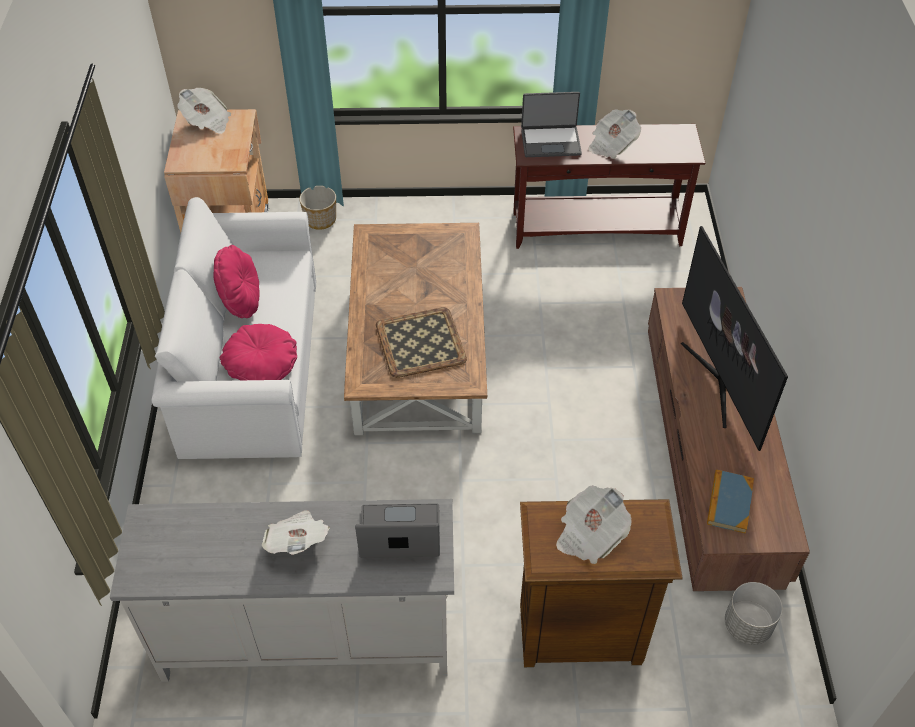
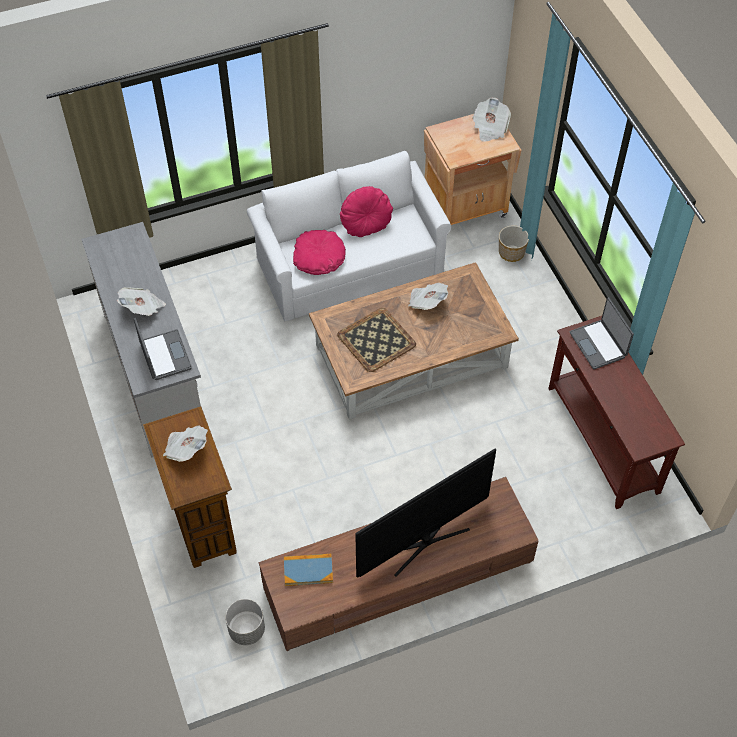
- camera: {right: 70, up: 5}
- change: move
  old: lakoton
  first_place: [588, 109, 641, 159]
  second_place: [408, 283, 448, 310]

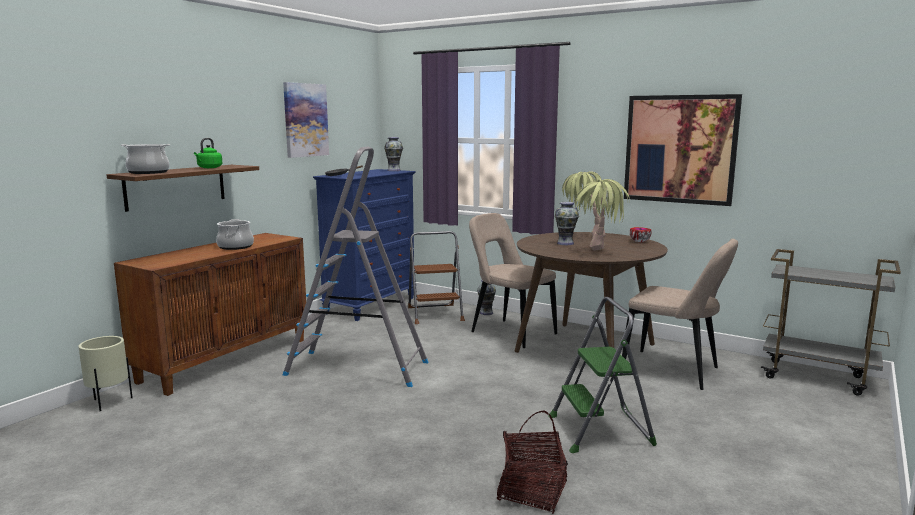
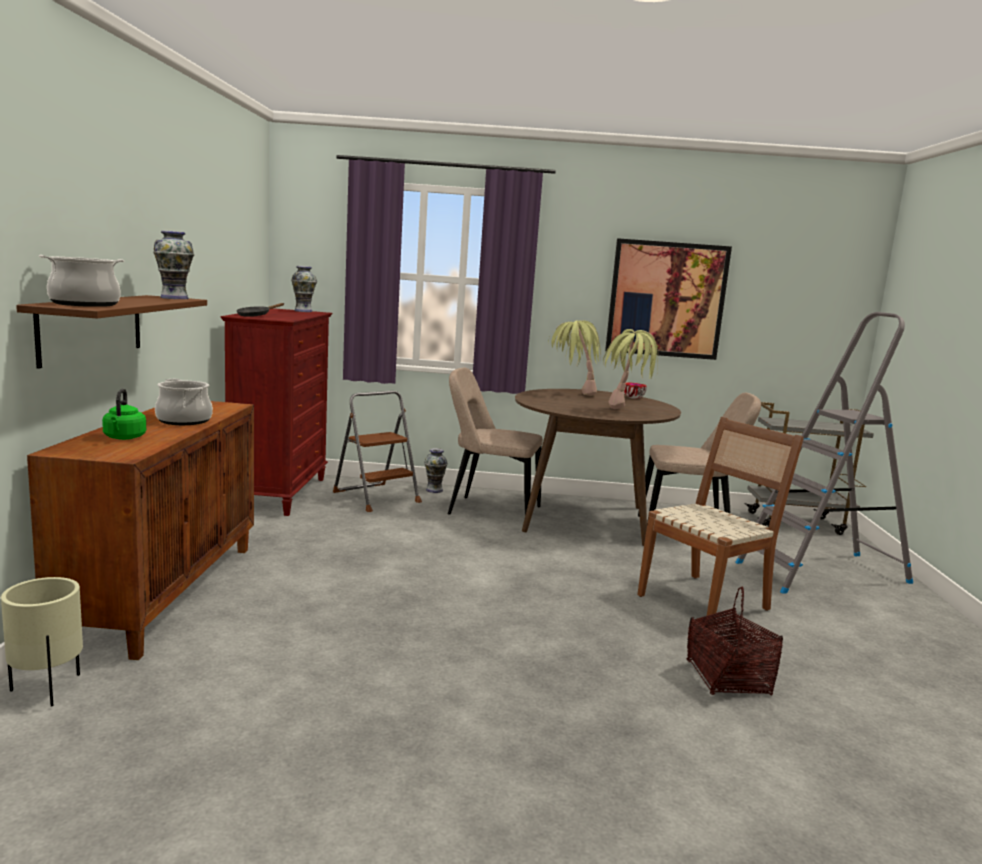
- camera: {right: -30, up: 0}
- change: move
  old: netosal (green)
  first_place: [194, 138, 222, 168]
  second_place: [102, 389, 146, 440]
- change: move
  old: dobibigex
  first_place: [555, 202, 579, 245]
  second_place: [153, 230, 194, 299]
- change: recolor
  old: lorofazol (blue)
  new: lorofazol (red)
  first_place: [313, 169, 416, 321]
  second_place: [221, 308, 332, 516]
- change: replace
  old: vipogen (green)
  new: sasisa
  first_place: [548, 297, 657, 453]
  second_place: [637, 417, 804, 628]
- change: move
  old: vipogen (grey)
  first_place: [283, 147, 429, 387]
  second_place: [735, 312, 913, 594]
- change: delete
  old: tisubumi
  first_place: [283, 82, 329, 158]

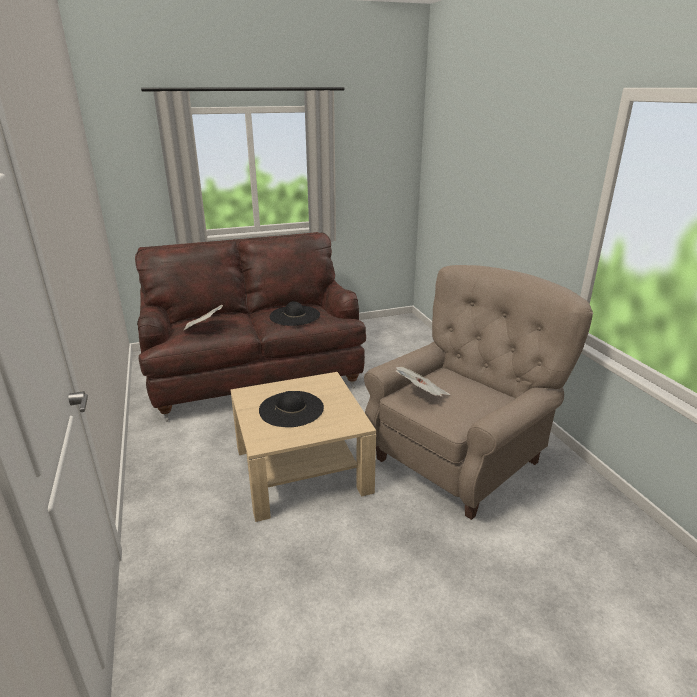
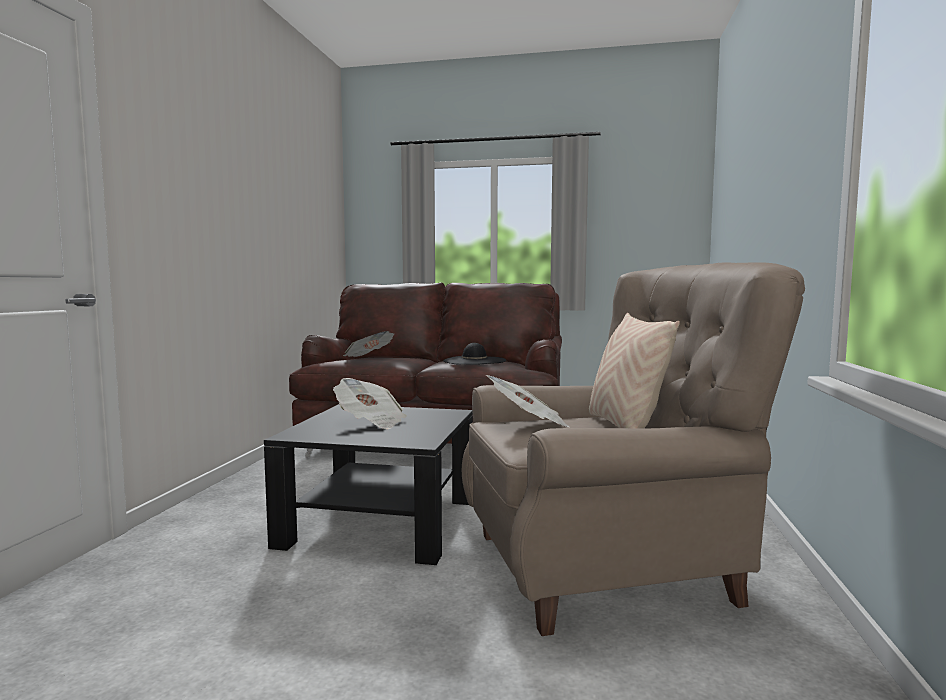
- camera: {right: 30, up: -20}
- change: recolor
  old: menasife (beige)
  new: menasife (black)
  first_place: [231, 372, 376, 522]
  second_place: [264, 404, 473, 565]
- change: replace
  old: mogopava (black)
  new: lakoton
  first_place: [259, 391, 324, 427]
  second_place: [333, 378, 406, 429]
- change: insert
  new: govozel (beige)
  second_place: [589, 313, 680, 428]

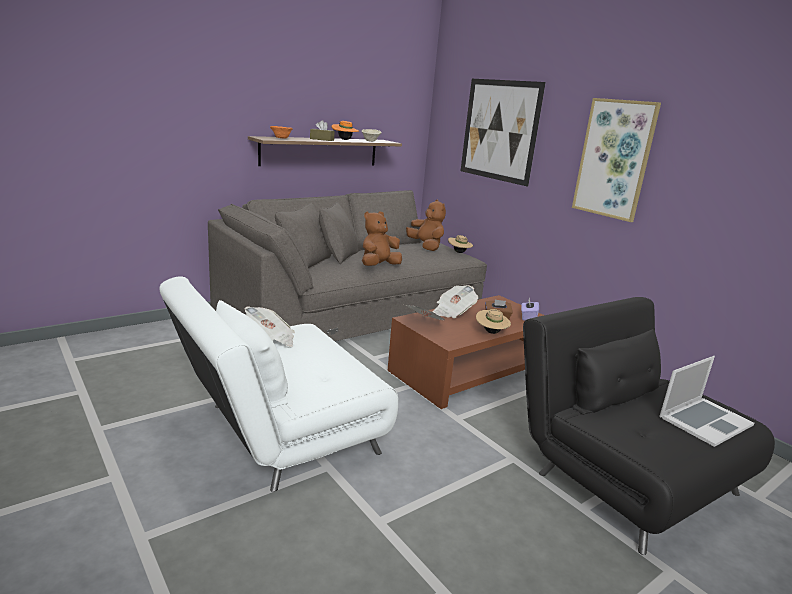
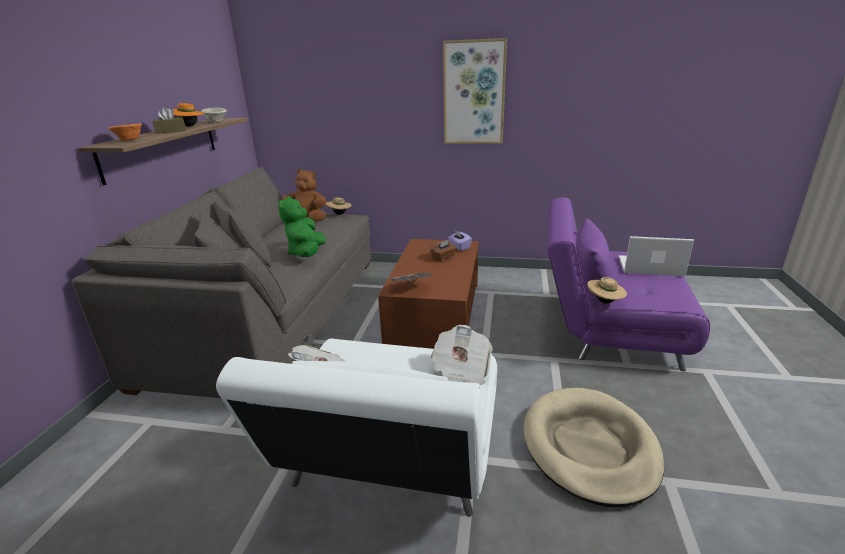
- camera: {right: -40, up: 5}
- change: recolor
  old: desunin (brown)
  new: desunin (green)
  first_place: [362, 211, 402, 266]
  second_place: [278, 196, 326, 257]
- change: move
  old: lakoton
  first_place: [433, 285, 478, 318]
  second_place: [431, 325, 493, 385]
- change: insert
  new: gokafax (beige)
  second_place: [524, 388, 664, 507]
- change: recolor
  old: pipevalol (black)
  new: pipevalol (purple)
  first_place: [523, 297, 775, 555]
  second_place: [548, 197, 710, 371]
- change: move
  old: mogopava (beige)
  first_place: [476, 309, 511, 334]
  second_place: [587, 277, 627, 304]
- change: rotate
  old: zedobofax
  first_place: [659, 356, 754, 447]
  second_place: [619, 236, 694, 277]
  degrees: -90
- change: delete
  old: tisubumi
  first_place: [461, 79, 546, 187]

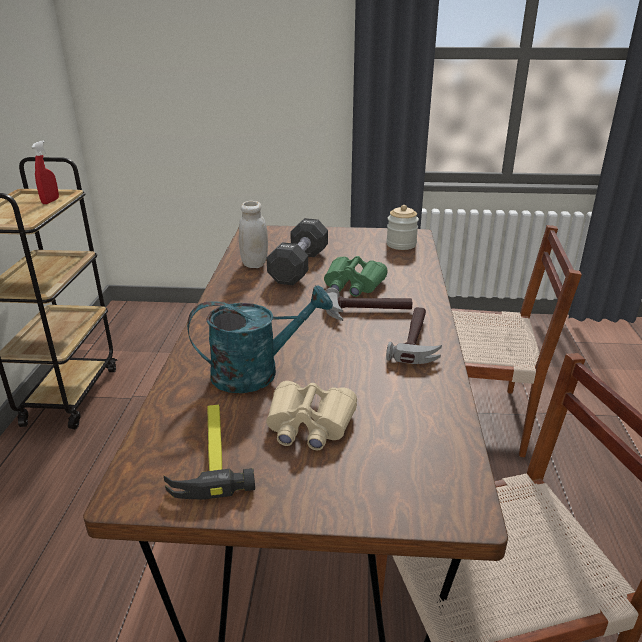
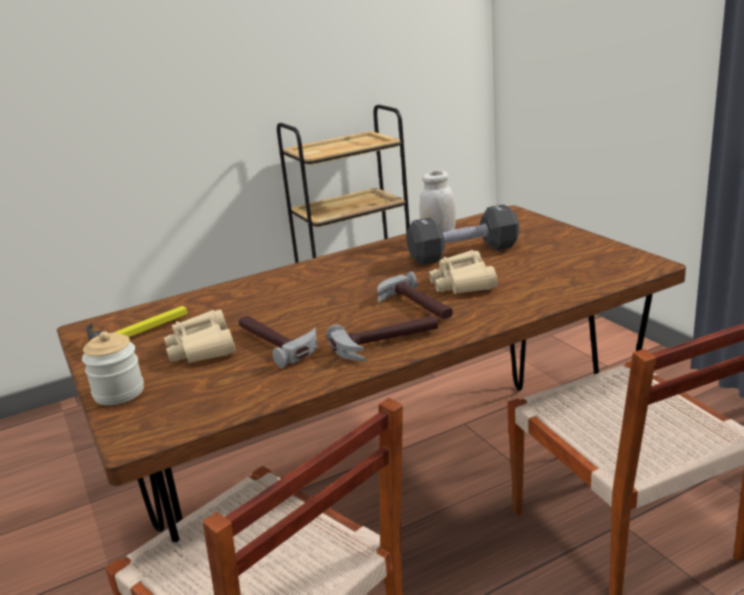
- camera: {right: 60, up: -5}
- change: move
  old: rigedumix
  first_place: [386, 205, 419, 250]
  second_place: [82, 331, 144, 405]
- change: insert
  new: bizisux
  second_place: [238, 315, 318, 368]
- change: recolor
  old: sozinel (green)
  new: sozinel (beige)
  first_place: [324, 256, 388, 297]
  second_place: [429, 250, 498, 294]
- change: delete
  old: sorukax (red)
  first_place: [32, 140, 59, 204]
- change: delete
  old: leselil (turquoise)
  first_place: [187, 285, 333, 393]

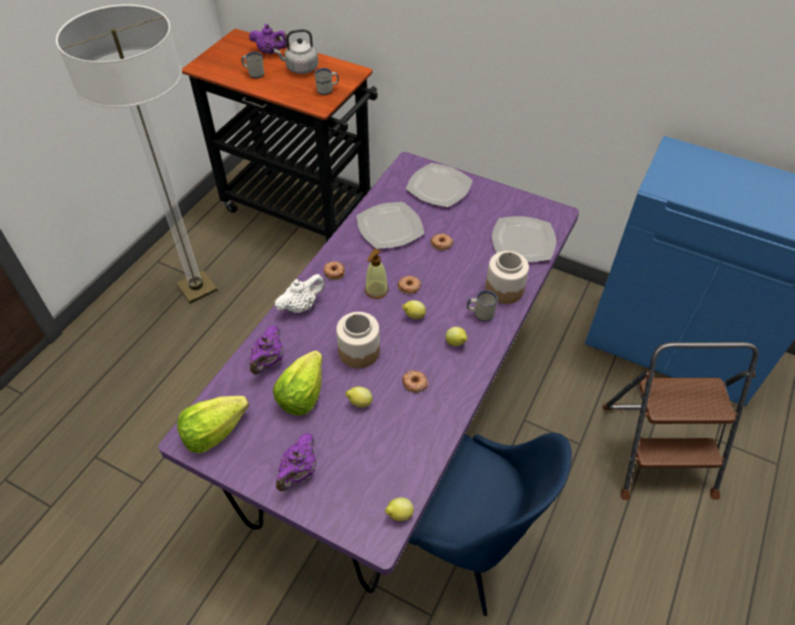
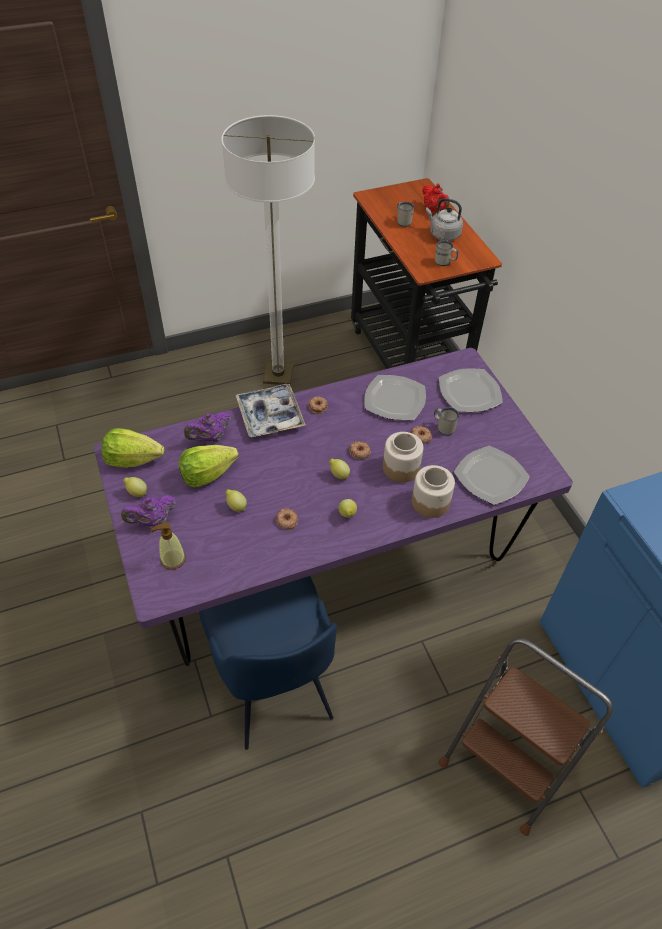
- camera: {right: 40, up: 0}
- change: move
  old: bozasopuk
  first_place: [385, 497, 414, 521]
  second_place: [123, 477, 147, 497]
- change: move
  old: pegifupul
  first_place: [365, 248, 388, 299]
  second_place: [151, 522, 186, 570]
- change: replace
  old: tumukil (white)
  new: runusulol
  first_place: [275, 274, 325, 313]
  second_place: [236, 384, 306, 438]
- change: move
  old: rigedumix
  first_place: [336, 312, 380, 368]
  second_place: [383, 432, 423, 483]
- change: recolor
  old: tumukil (purple)
  new: tumukil (red)
  first_place: [249, 24, 287, 54]
  second_place: [422, 184, 449, 212]
- change: move
  old: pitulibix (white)
  first_place: [467, 290, 498, 322]
  second_place: [434, 407, 459, 435]

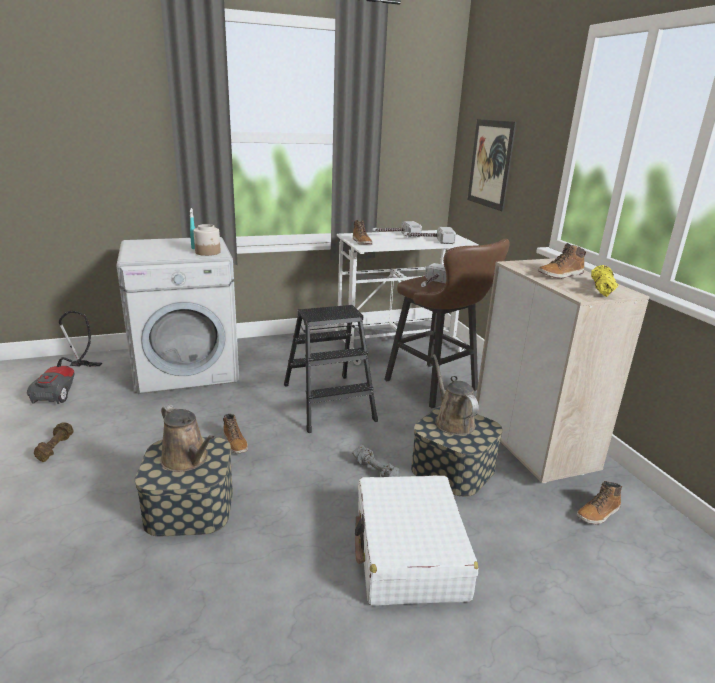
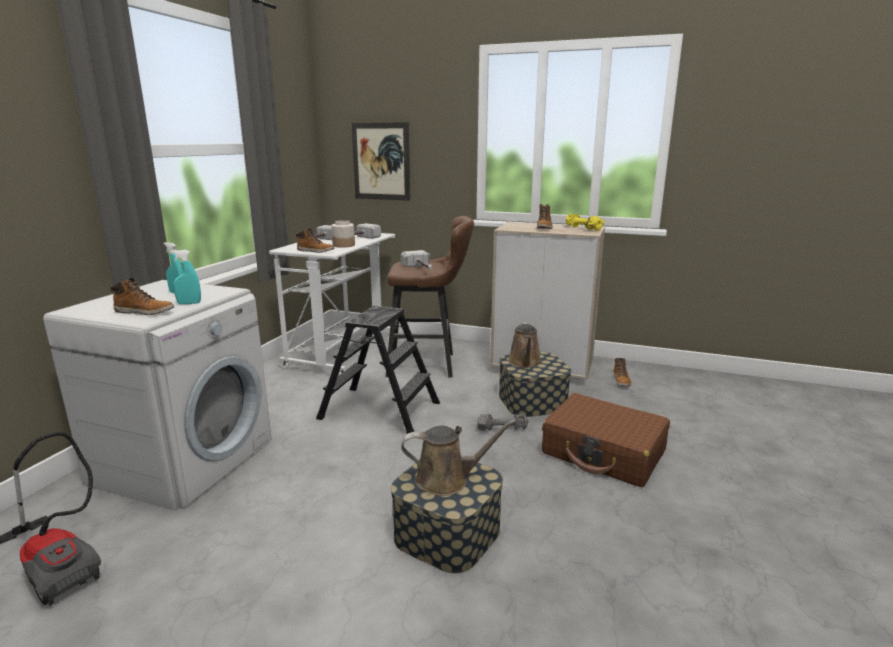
- camera: {right: -50, up: -5}
- change: move
  old: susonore
  first_place: [223, 414, 248, 454]
  second_place: [110, 278, 174, 315]
- change: insert
  new: sorukax (turquoise)
  second_place: [171, 250, 201, 304]
- change: move
  old: rigedumix
  first_place: [193, 224, 221, 256]
  second_place: [331, 220, 355, 248]
- change: rotate
  old: leselil (brown)
  first_place: [433, 354, 479, 435]
  second_place: [508, 322, 542, 368]
  degrees: -105
- change: recolor
  old: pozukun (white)
  new: pozukun (brown)
  first_place: [355, 475, 478, 606]
  second_place: [542, 393, 670, 487]
- change: delete
  old: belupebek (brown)
  first_place: [34, 423, 74, 462]

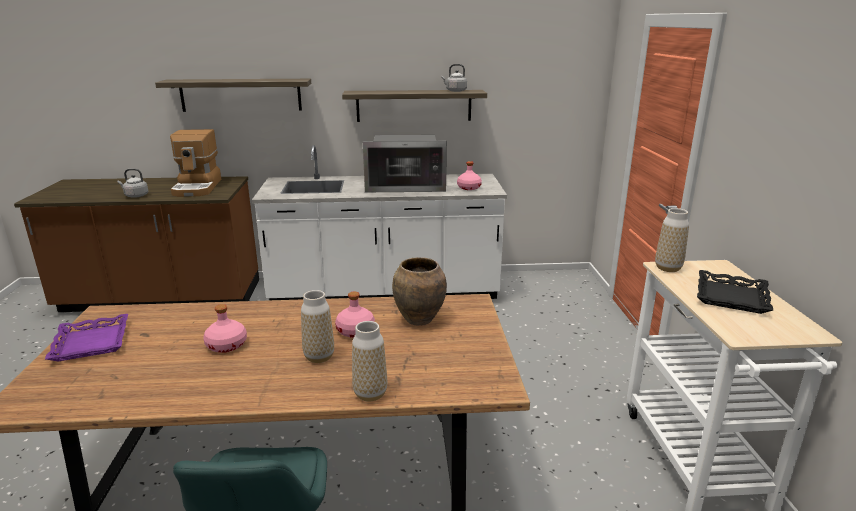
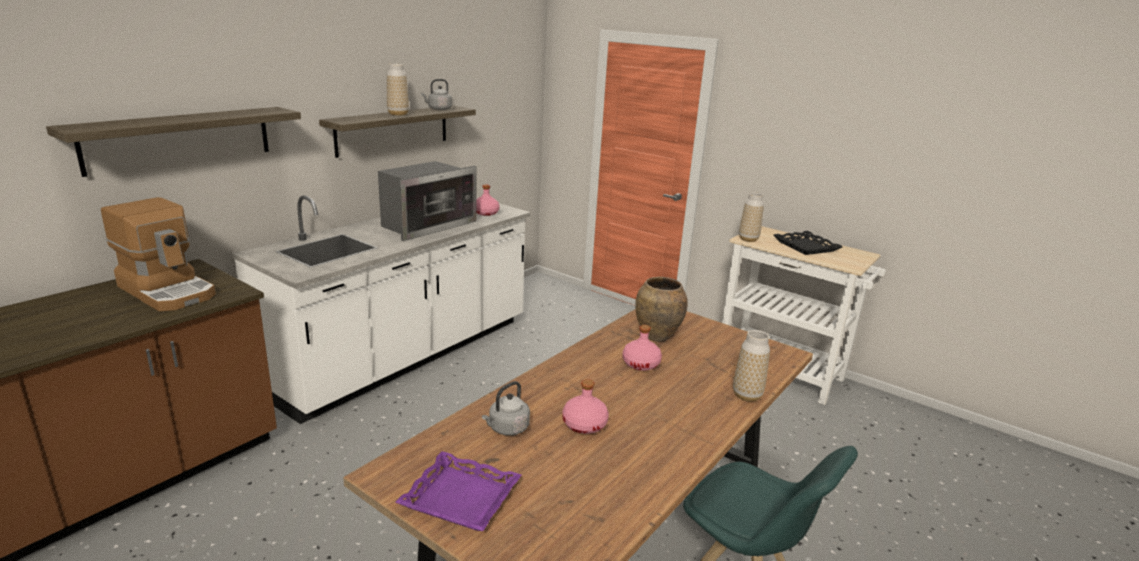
- camera: {right: -50, up: 0}
- change: move
  old: dobibigex
  first_place: [301, 290, 334, 363]
  second_place: [387, 64, 409, 116]
- change: move
  old: netosal (grey)
  first_place: [117, 169, 148, 198]
  second_place: [482, 381, 530, 436]

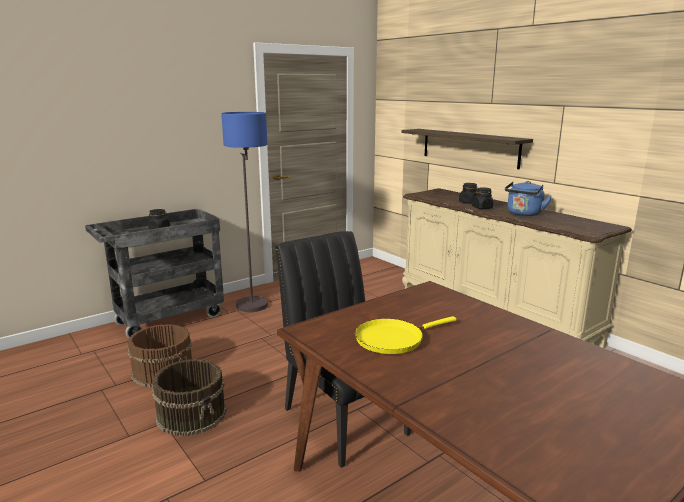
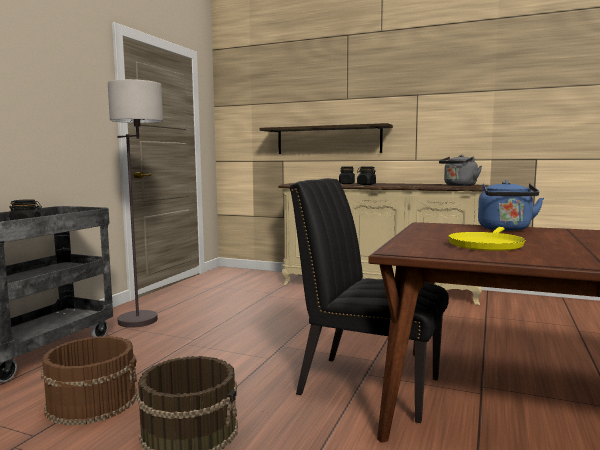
- camera: {right: -30, up: -10}
- change: recolor
  old: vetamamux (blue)
  new: vetamamux (grey)
  first_place: [221, 112, 268, 312]
  second_place: [108, 79, 163, 328]
- change: insert
  new: netosal (grey)
  second_place: [439, 155, 482, 186]
- change: move
  old: netosal (blue)
  first_place: [505, 181, 552, 216]
  second_place: [478, 180, 544, 231]

